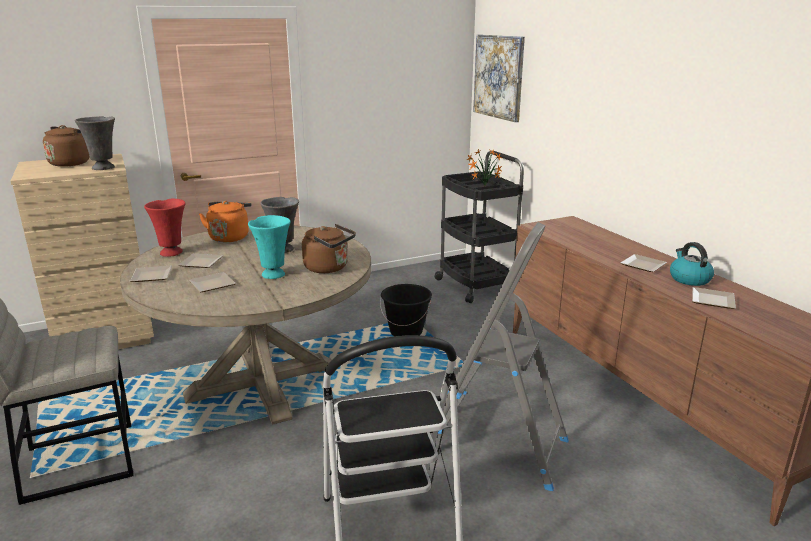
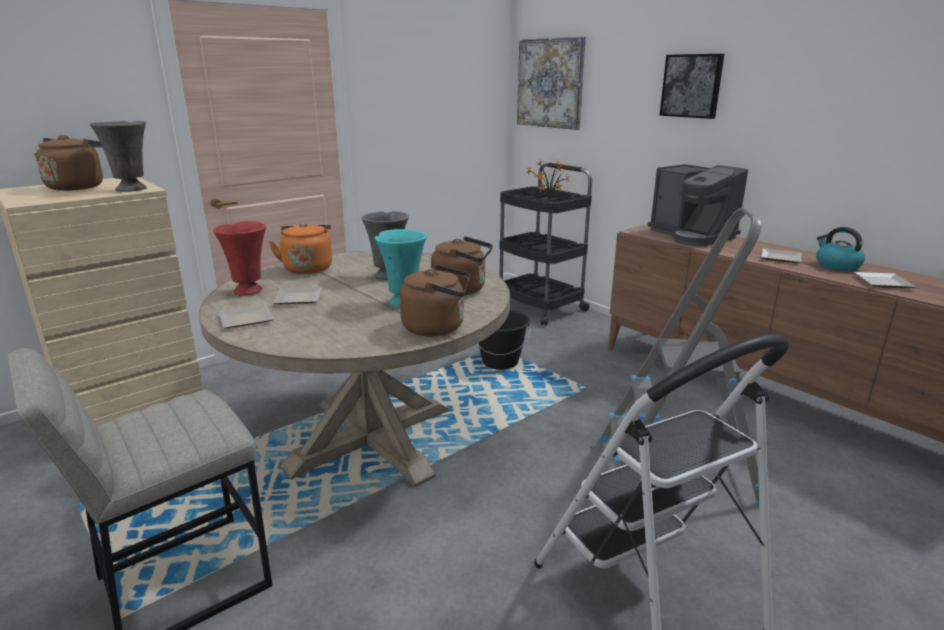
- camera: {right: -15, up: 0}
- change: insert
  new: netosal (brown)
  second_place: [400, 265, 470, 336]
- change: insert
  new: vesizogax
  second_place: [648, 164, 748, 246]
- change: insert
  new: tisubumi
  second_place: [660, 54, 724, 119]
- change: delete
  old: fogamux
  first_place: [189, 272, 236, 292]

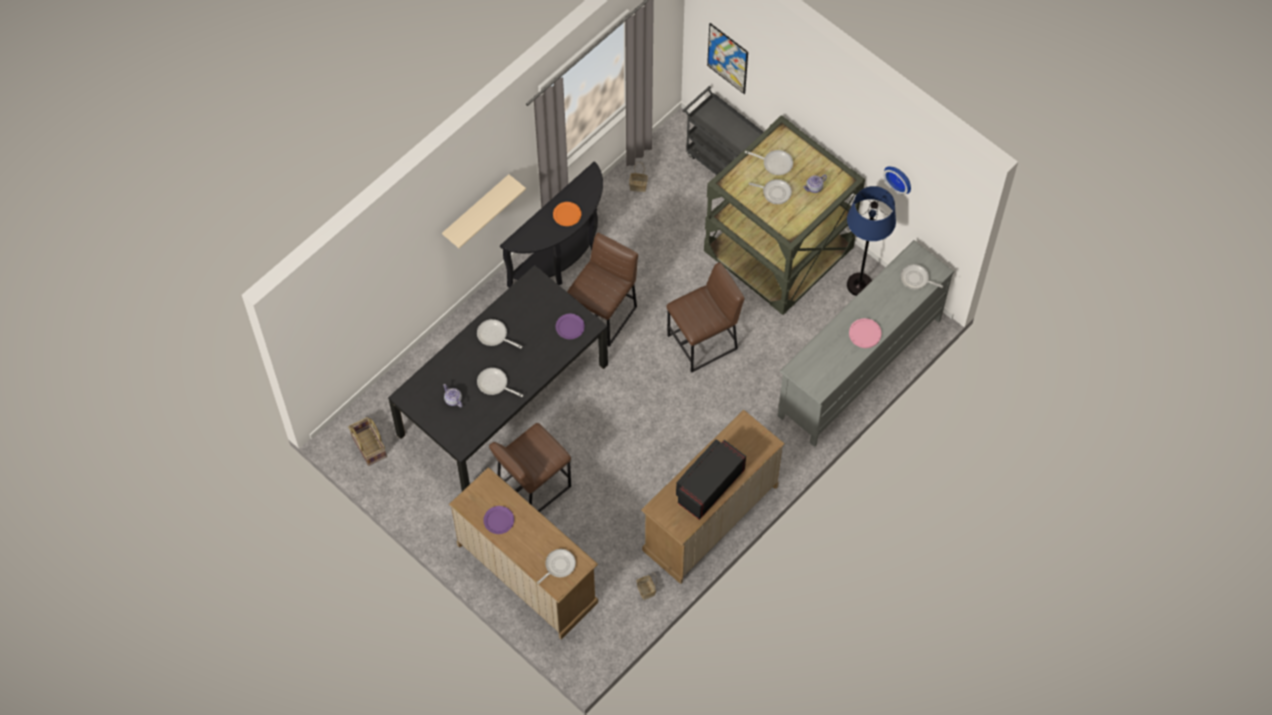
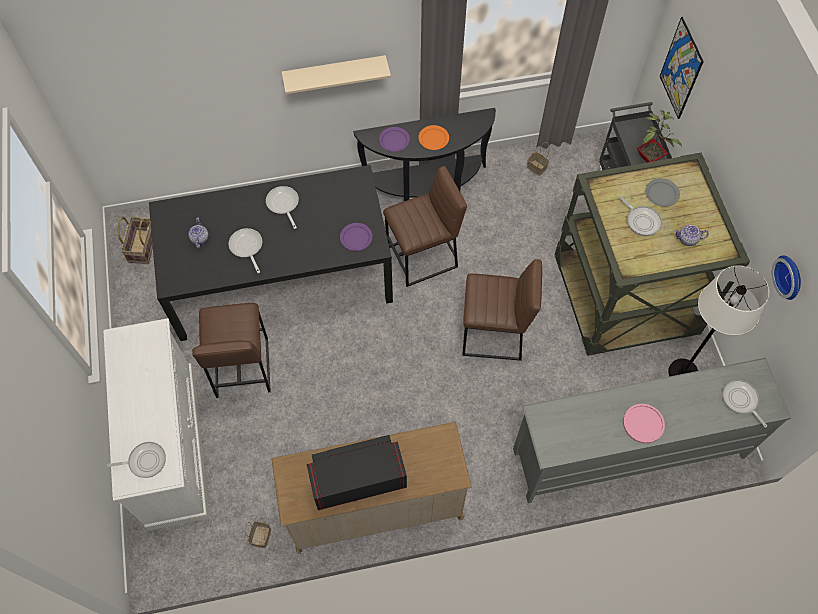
- camera: {right: 35, up: 0}
- change: recolor
  old: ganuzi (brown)
  new: ganuzi (white)
  first_place: [449, 467, 598, 639]
  second_place: [104, 318, 209, 530]
- change: rotate
  old: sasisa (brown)
  first_place: [489, 423, 571, 512]
  second_place: [192, 303, 271, 398]
  degrees: -90
- change: move
  old: fogamux (purple)
  first_place: [483, 506, 514, 534]
  second_place: [379, 127, 410, 152]
- change: insert
  new: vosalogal
  second_place: [637, 110, 682, 162]
- change: replace
  old: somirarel
  new: fogamux (grey)
  first_place: [745, 150, 793, 175]
  second_place: [645, 178, 680, 207]
- change: recolor
  old: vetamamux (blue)
  new: vetamamux (white)
  first_place: [847, 186, 896, 296]
  second_place: [668, 266, 769, 377]

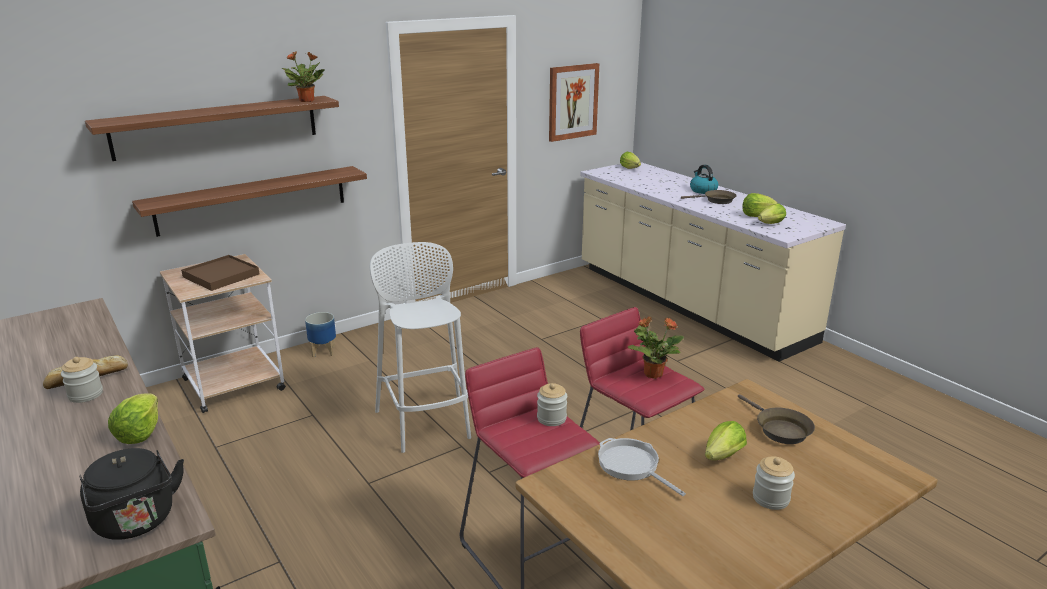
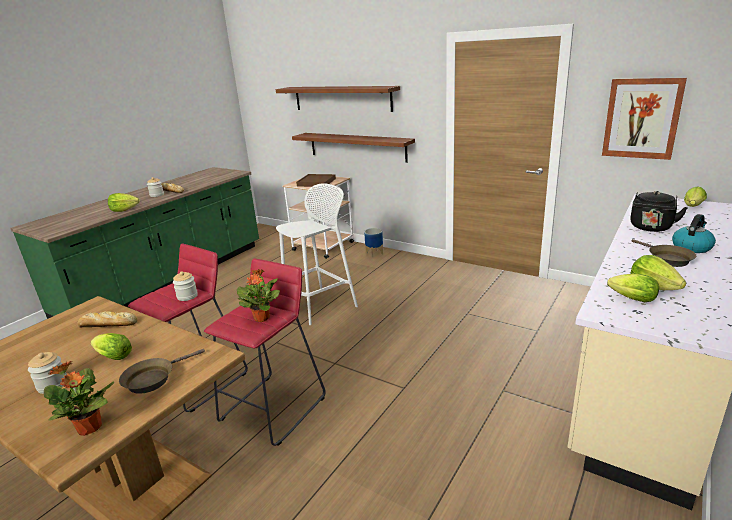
- camera: {right: 70, up: 0}
- change: move
  old: vosalogal
  first_place: [282, 52, 324, 102]
  second_place: [44, 361, 115, 436]
- change: replace
  old: somirarel
  new: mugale
  first_place: [598, 438, 686, 496]
  second_place: [77, 311, 137, 327]
- change: move
  old: netosal (black)
  first_place: [80, 448, 184, 540]
  second_place: [630, 191, 688, 232]

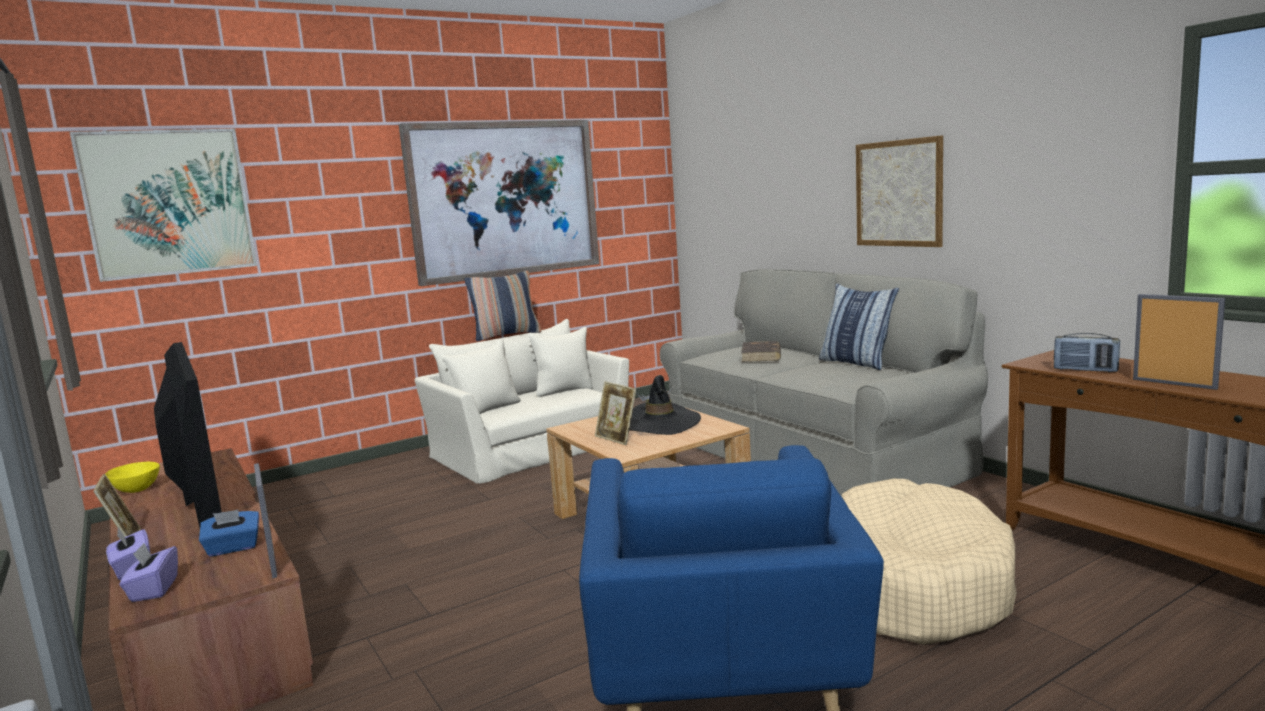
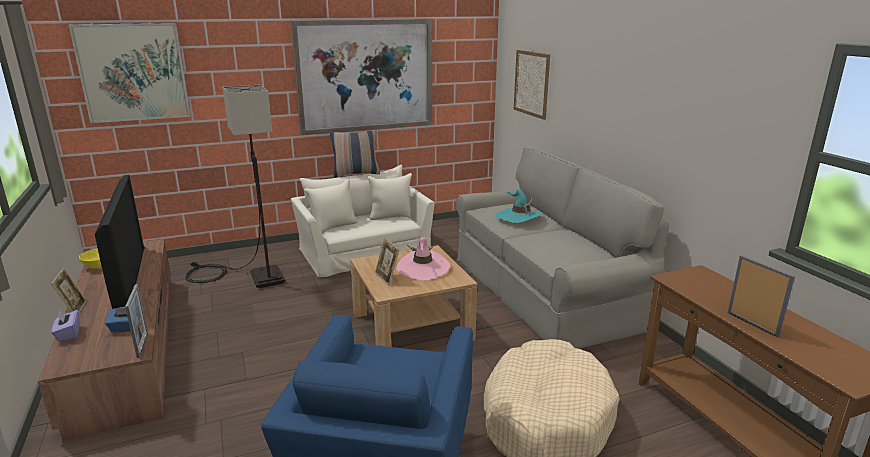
- camera: {right: 10, up: 10}
- change: insert
  new: vetamamux
  second_place: [185, 85, 285, 288]
- change: recolor
  old: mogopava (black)
  new: mogopava (pink)
  first_place: [629, 375, 701, 435]
  second_place: [396, 237, 450, 281]
- change: replace
  old: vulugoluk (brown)
  new: mogopava (turquoise)
  first_place: [741, 341, 781, 362]
  second_place: [495, 188, 543, 223]
- change: move
  old: tisubumi
  first_place: [856, 135, 943, 247]
  second_place: [514, 50, 550, 120]
- change: delete
  old: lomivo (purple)
  first_place: [120, 543, 178, 602]
- change: delete
  old: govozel
  first_place: [819, 284, 899, 370]
- change: delete
  old: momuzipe
  first_place: [1054, 333, 1120, 372]

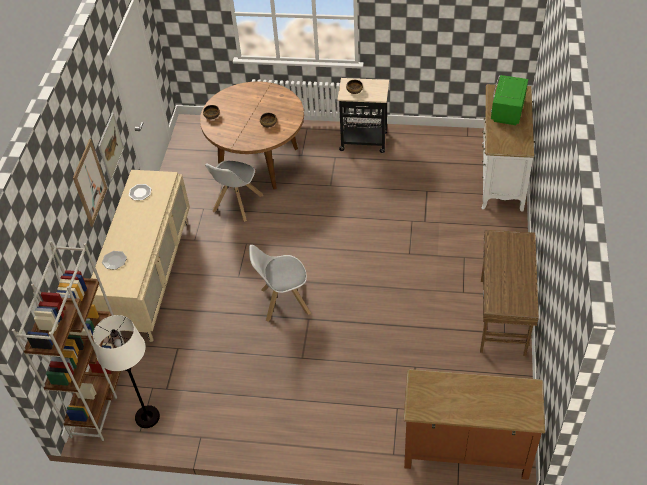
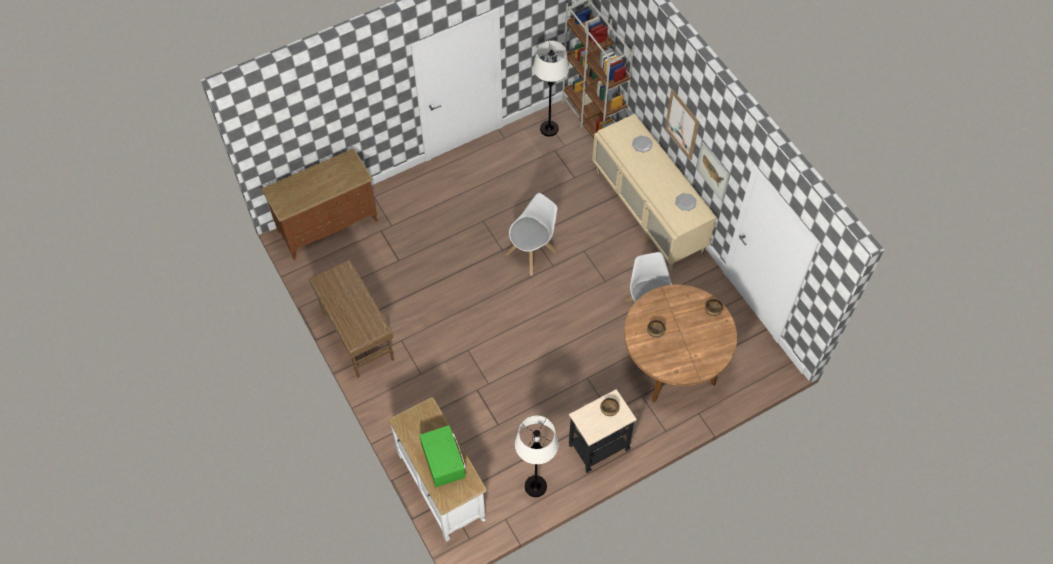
- camera: {right: 140, up: 10}
- change: insert
  new: vetamamux (white)
  second_place: [515, 416, 559, 497]

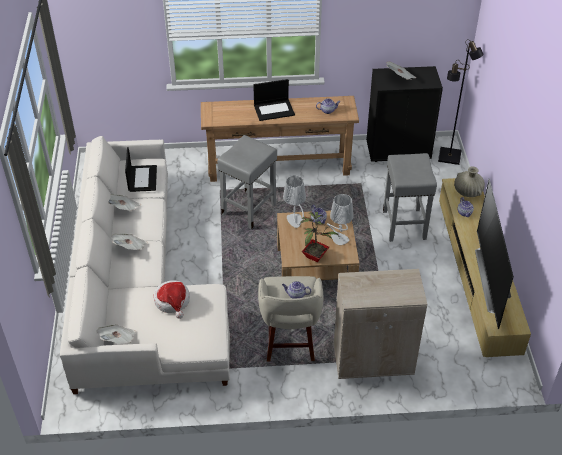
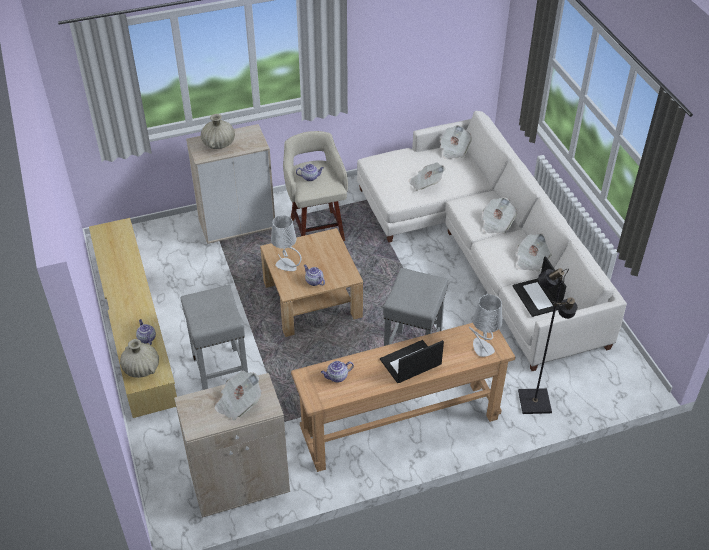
- camera: {right: 165, up: 0}
- change: recolor
  old: ganuzi (black)
  new: ganuzi (beige)
  first_place: [366, 66, 443, 162]
  second_place: [174, 373, 290, 518]
- change: insert
  new: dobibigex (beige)
  second_place: [201, 114, 235, 149]
- change: replace
  old: mogopava
  new: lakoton
  first_place: [154, 280, 190, 319]
  second_place: [409, 163, 445, 191]
- change: move
  old: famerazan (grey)
  first_place: [283, 175, 306, 228]
  second_place: [469, 294, 502, 357]
- change: move
  old: vetamamux (black)
  first_place: [438, 40, 484, 165]
  second_place: [518, 268, 577, 414]
- change: delete
  old: vosalogal
  first_place: [300, 212, 339, 262]
- change: delete
  old: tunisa
  first_place: [475, 179, 514, 329]

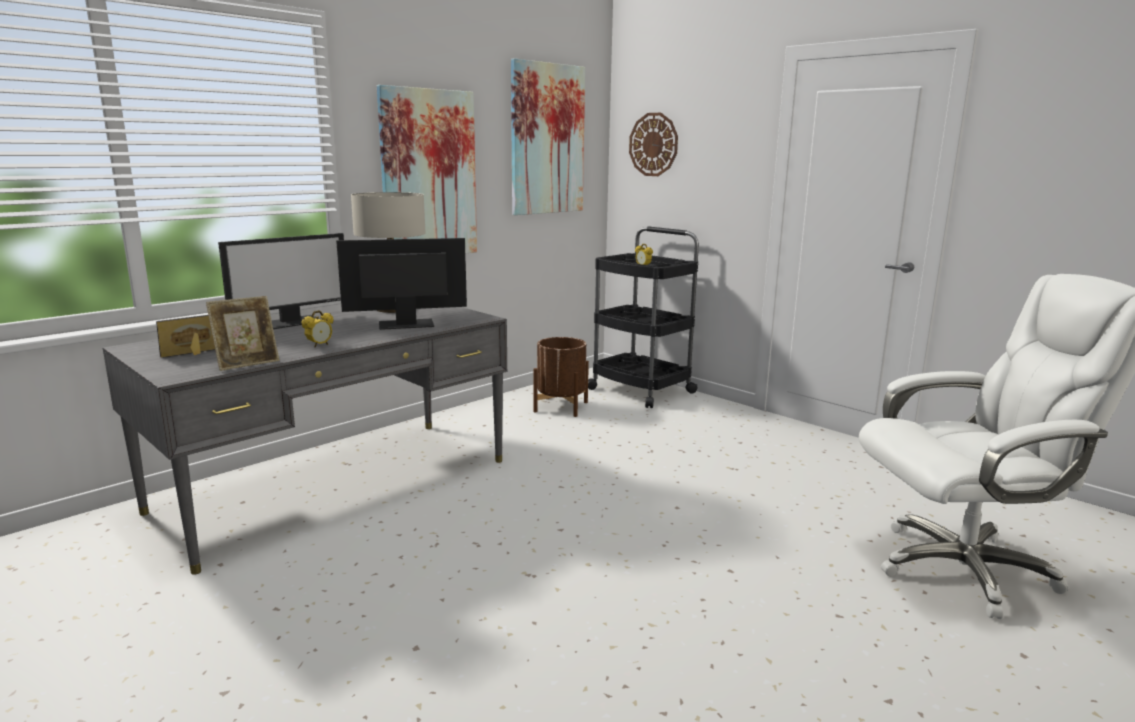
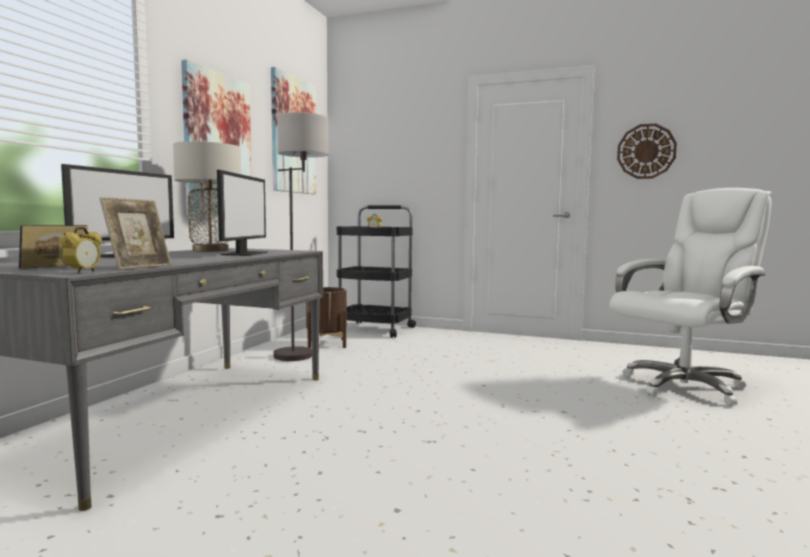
- camera: {right: -25, up: -10}
- change: move
  old: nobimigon
  first_place: [301, 310, 334, 347]
  second_place: [60, 227, 102, 273]
- change: rotate
  old: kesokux
  first_place: [336, 238, 467, 330]
  second_place: [217, 170, 268, 256]
  degrees: 135
- change: insert
  new: vetamamux (grey)
  second_place: [273, 112, 328, 361]
- change: move
  old: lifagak
  first_place: [629, 113, 678, 176]
  second_place: [617, 124, 677, 179]

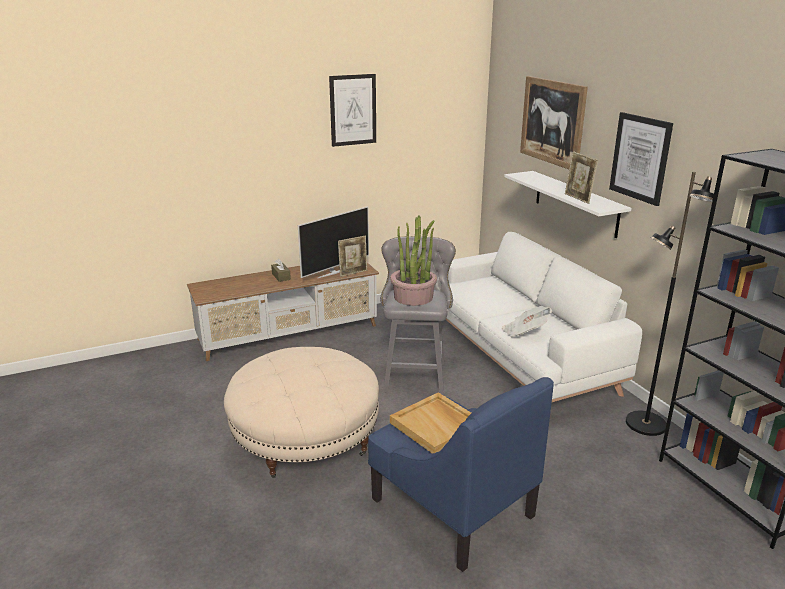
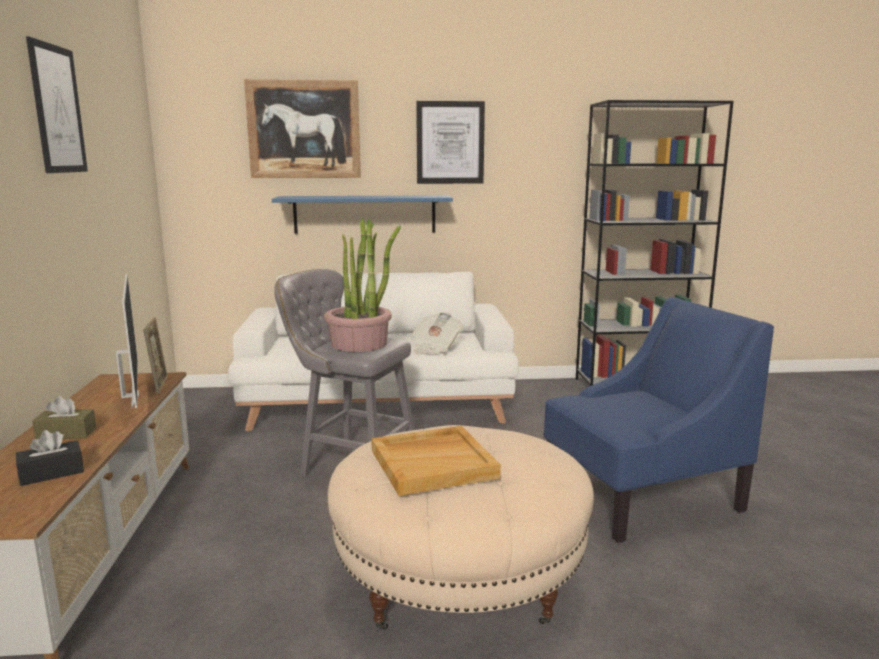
- camera: {right: -70, up: -10}
- change: insert
  new: lomivo (black)
  second_place: [16, 430, 84, 486]
- change: recolor
  old: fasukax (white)
  new: fasukax (blue)
  first_place: [504, 171, 631, 238]
  second_place: [272, 195, 453, 234]
- change: move
  old: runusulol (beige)
  first_place: [390, 392, 471, 453]
  second_place: [371, 426, 501, 496]
- change: delete
  old: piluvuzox
  first_place: [565, 152, 598, 204]
- change: delete
  old: vetamamux (black)
  first_place: [626, 172, 714, 436]

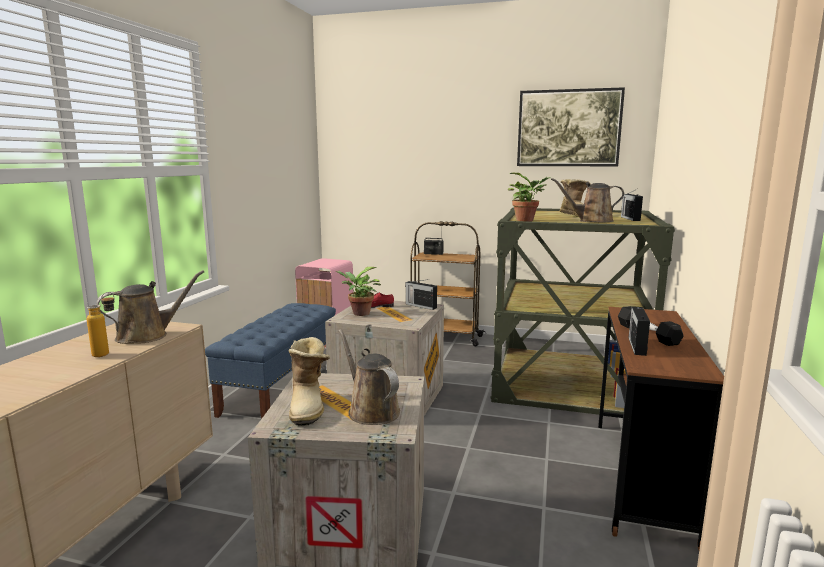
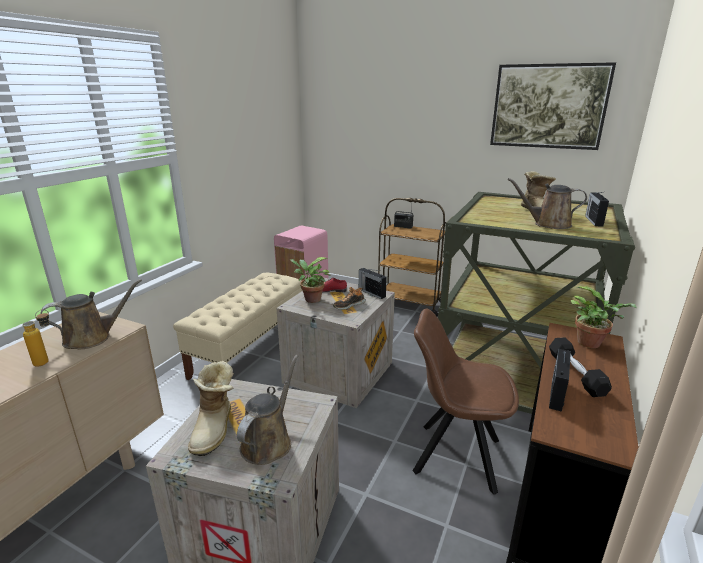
- camera: {right: 10, up: 10}
- change: recolor
  old: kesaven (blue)
  new: kesaven (beige)
  first_place: [205, 303, 336, 419]
  second_place: [173, 273, 302, 380]
- change: rotate
  old: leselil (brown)
  first_place: [338, 329, 400, 425]
  second_place: [237, 355, 298, 465]
  degrees: 45
- change: insert
  new: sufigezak
  second_place: [333, 287, 366, 310]
- change: insert
  new: sasisa (brown)
  second_place: [413, 308, 519, 495]
- change: move
  old: vosalogal
  first_place: [508, 173, 551, 222]
  second_place: [571, 286, 637, 348]

